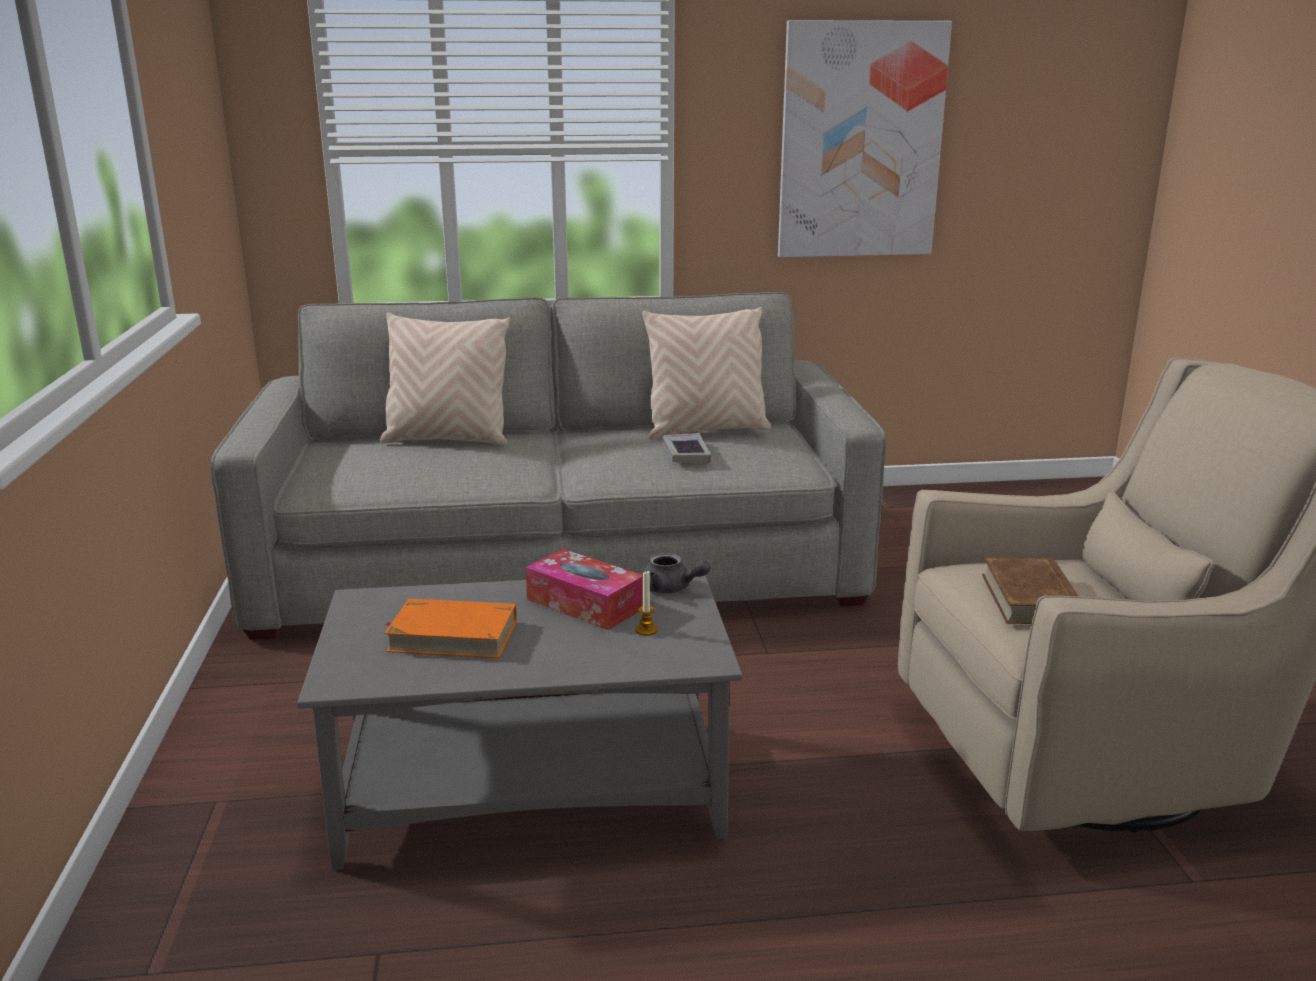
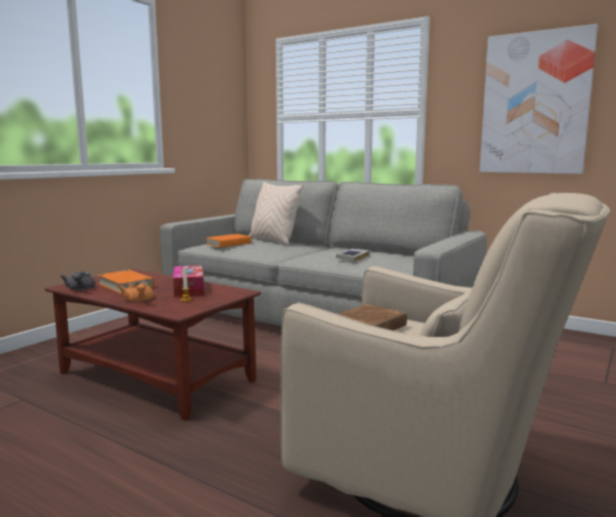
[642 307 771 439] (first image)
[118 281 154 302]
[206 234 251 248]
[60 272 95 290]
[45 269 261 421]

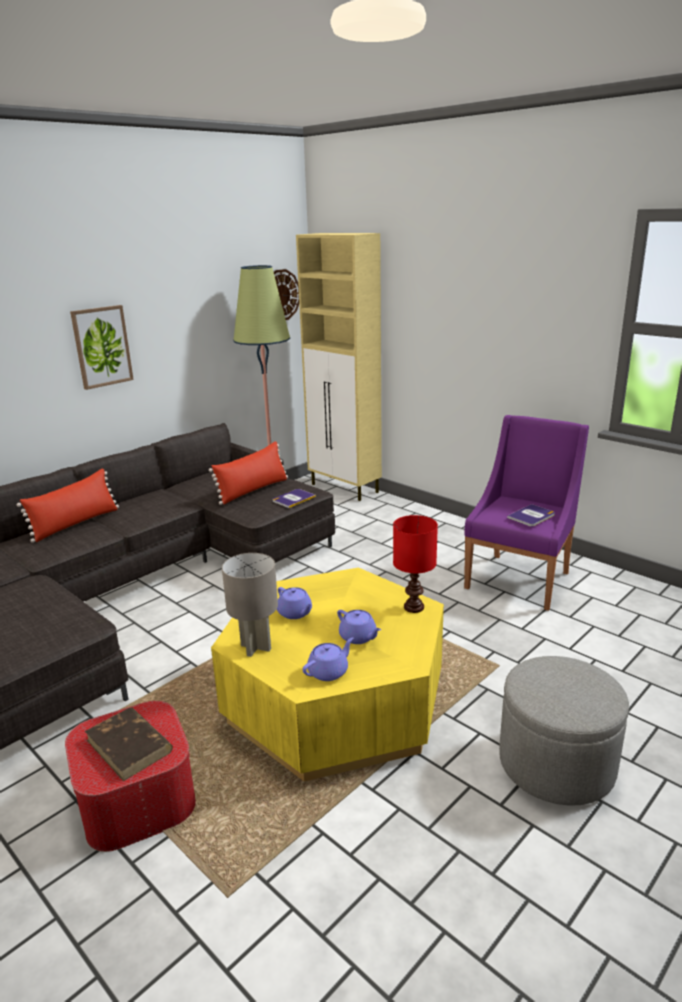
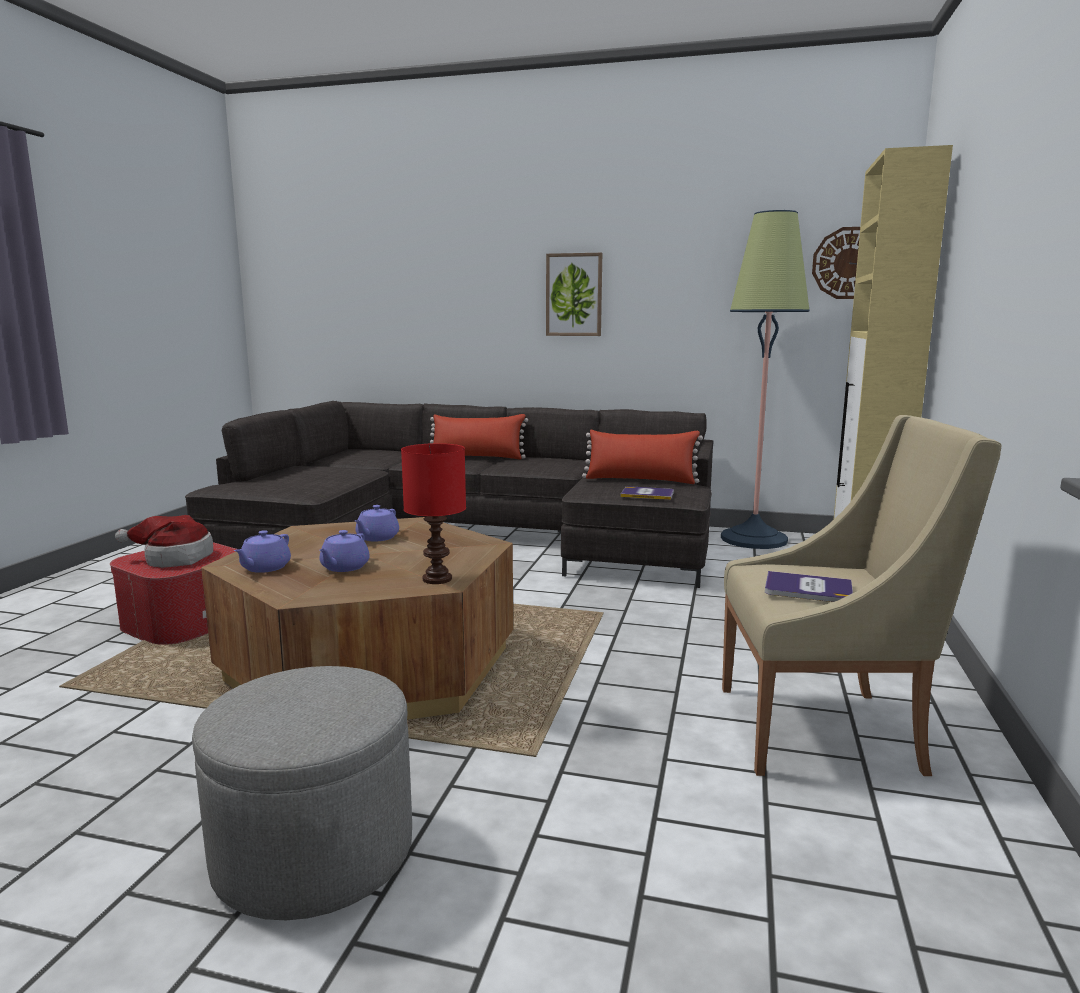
[222 553 278 657] (first image)
[115 515 213 568]
[201 517 513 720]
[722 415 1002 776]
[234 530 291 573]

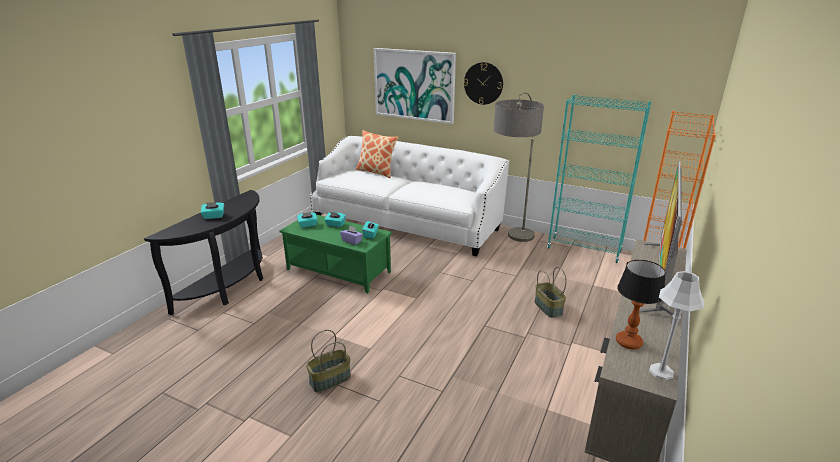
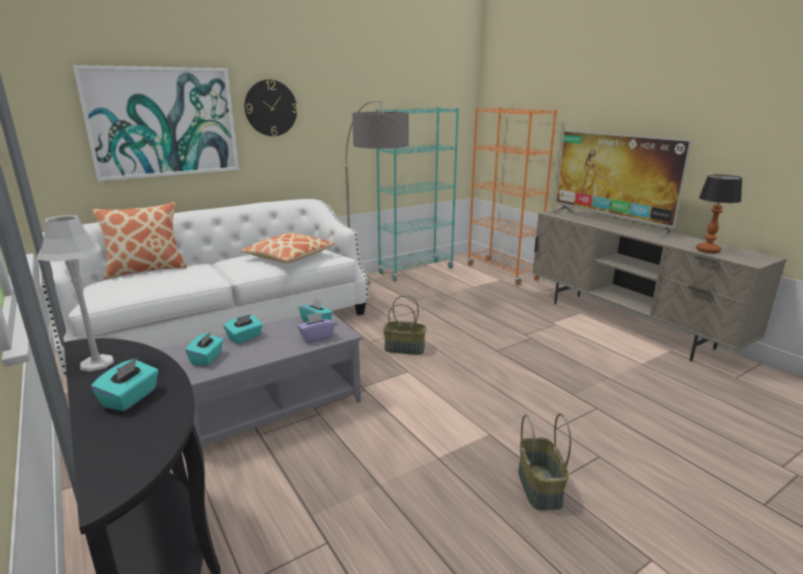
[241 233 335 263]
[383 295 426 355]
[37 215 114 372]
[163 314 362 451]

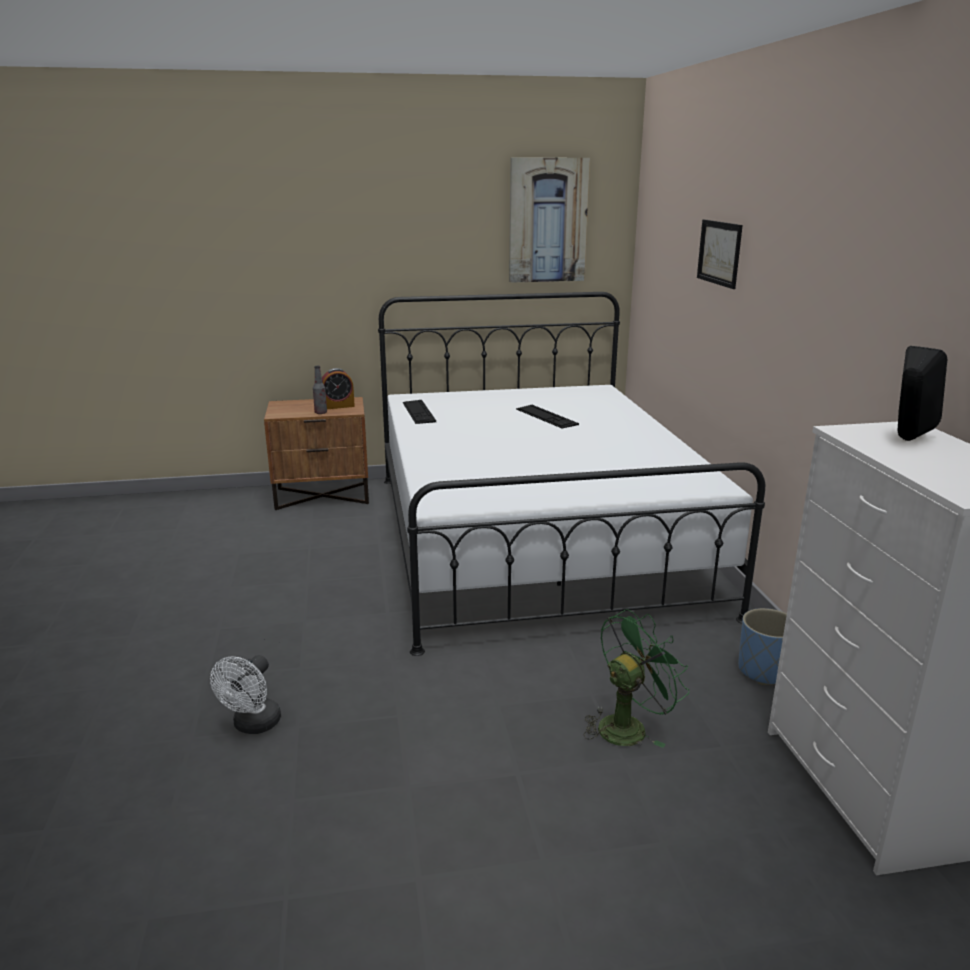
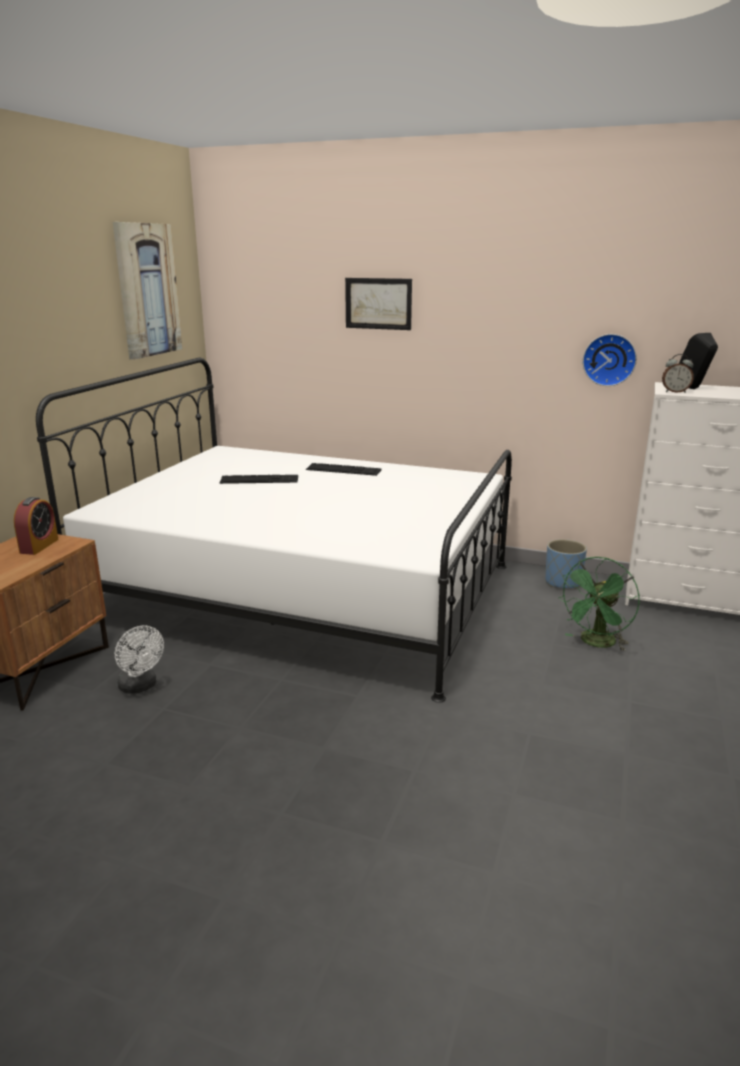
[313 366 327 414] (first image)
[582 334 637 386]
[662 354 694 393]
[115 625 164 694]
[306 463 382 476]
[559 557 640 651]

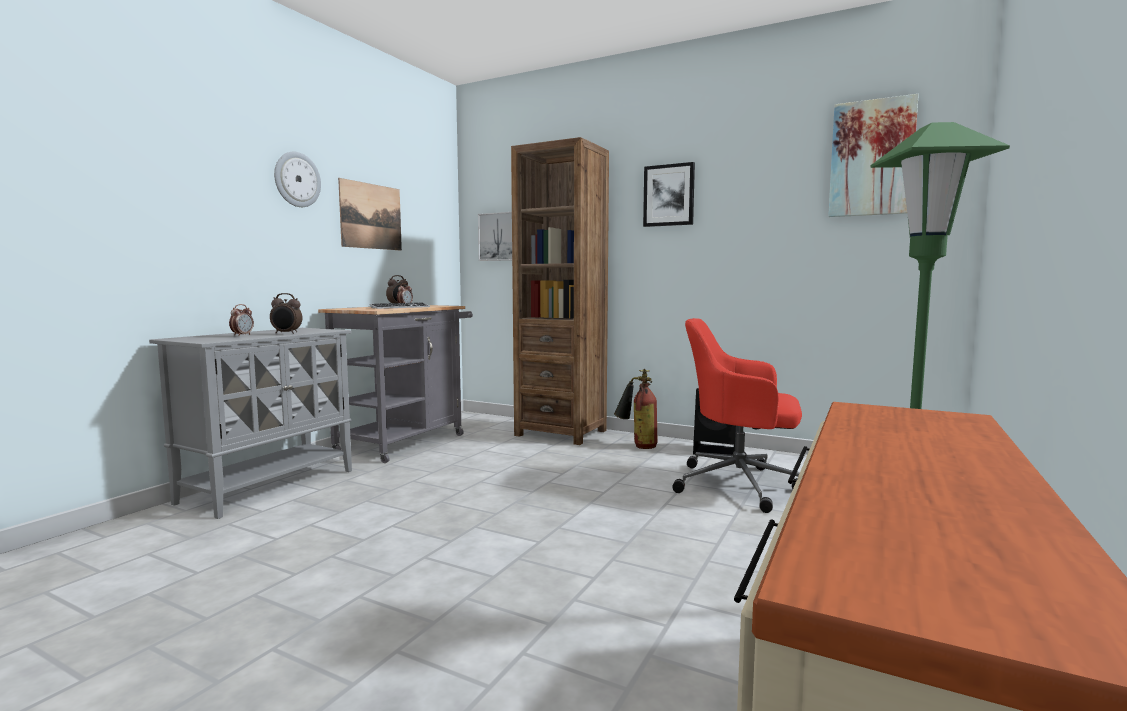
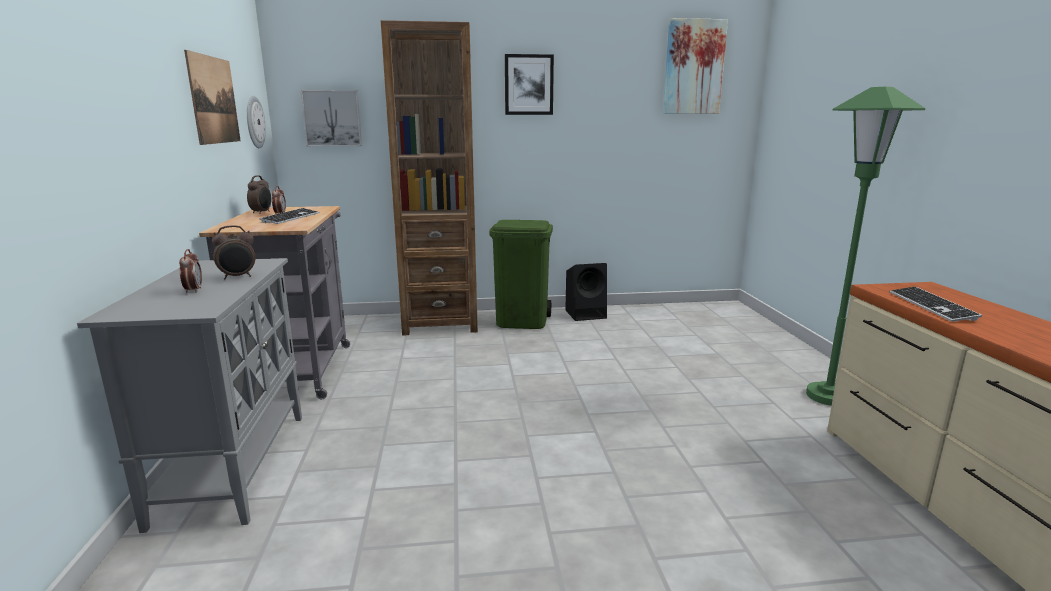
[672 318 802 513] (first image)
[890 287 982 322]
[247 96 266 148]
[489 220 553 329]

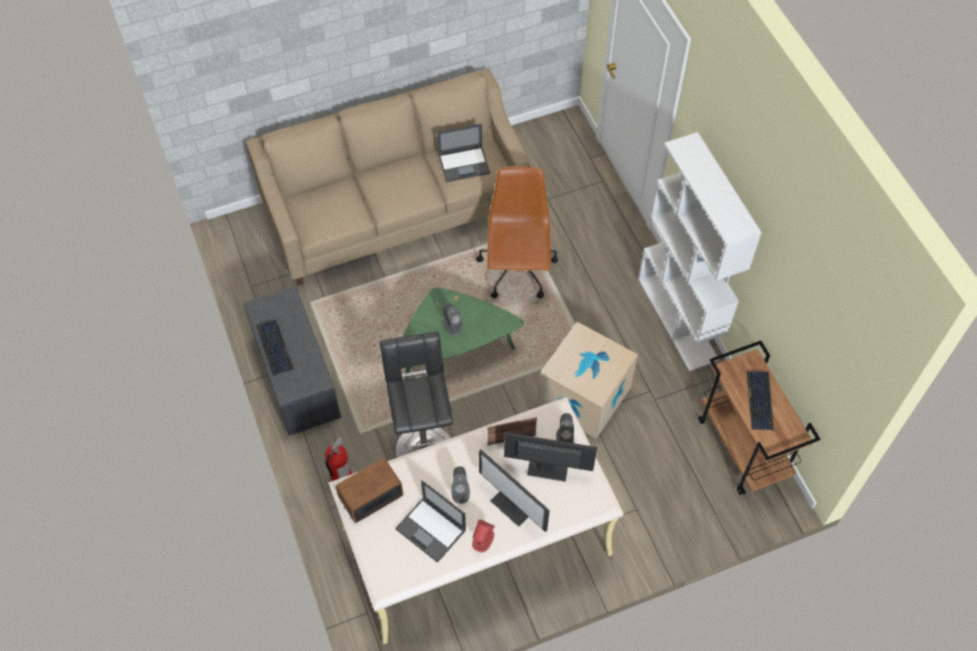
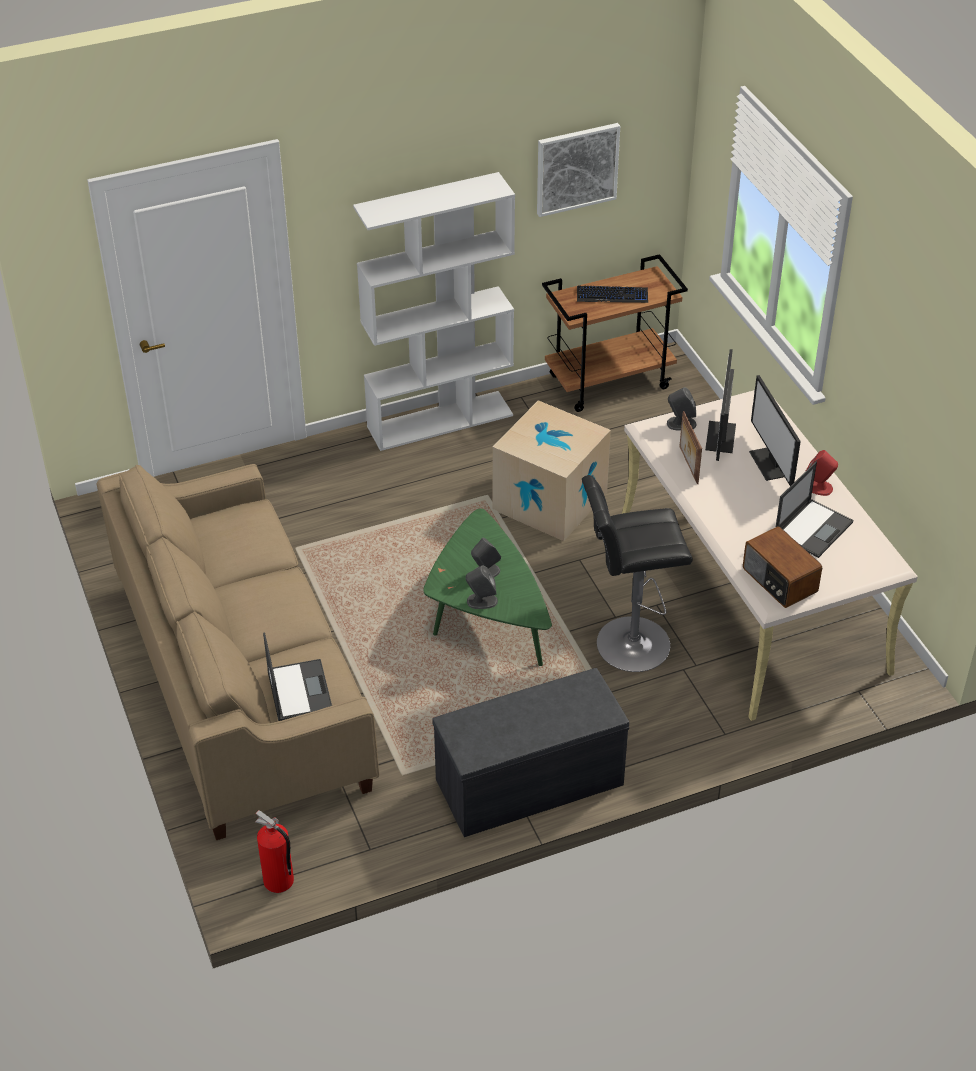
[257 320 294 376] (first image)
[476 166 559 298] (first image)
[537 123 620 217]
[255 810 294 893]
[263 632 332 721]
[465 565 498 609]
[749 375 801 486]

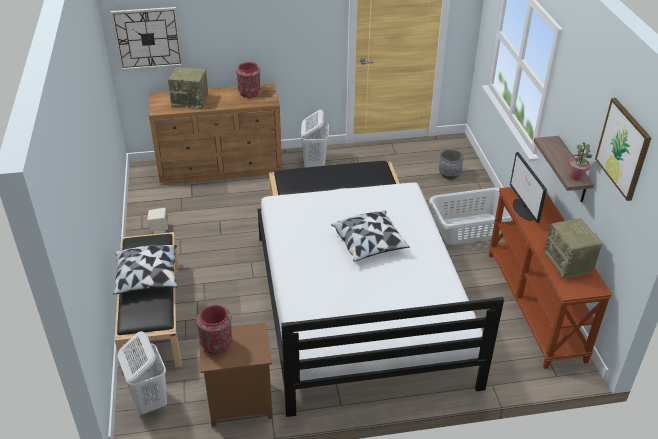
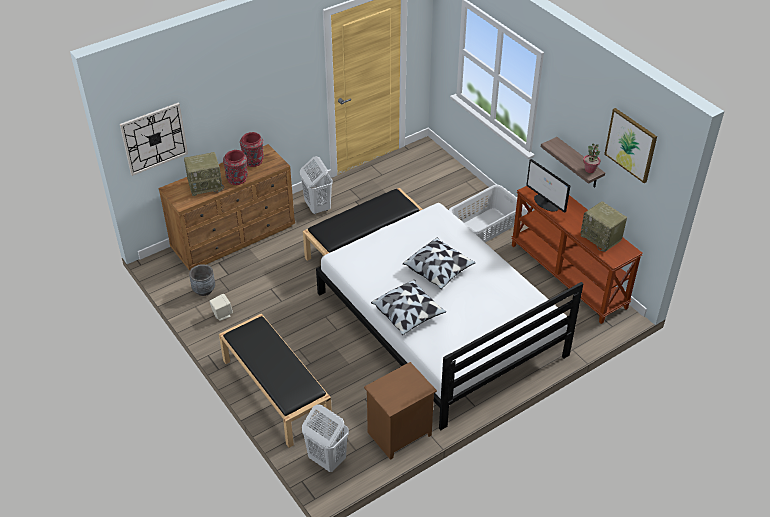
[371 280 446 335]
[223 150 248 185]
[189 264 215 296]

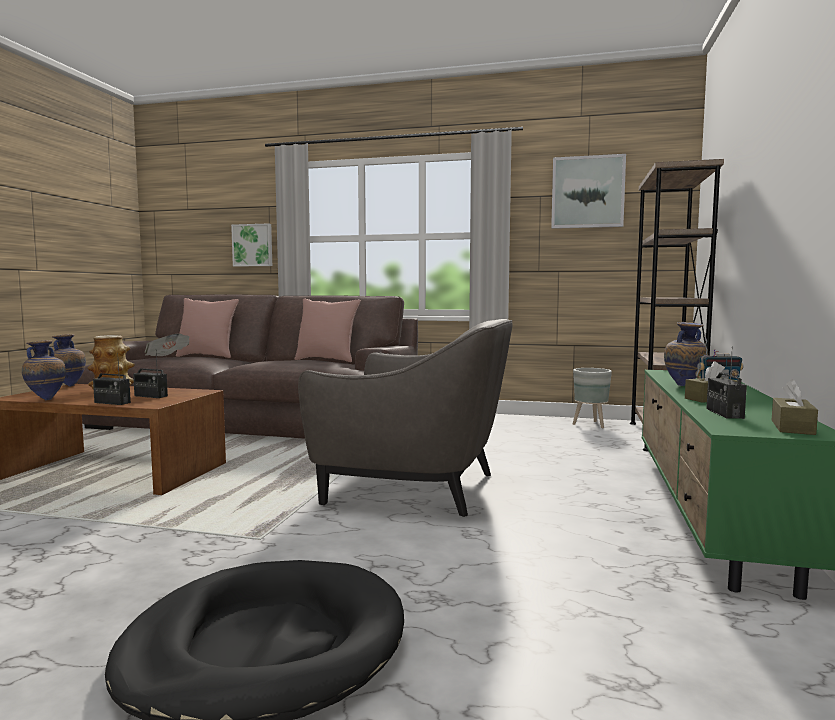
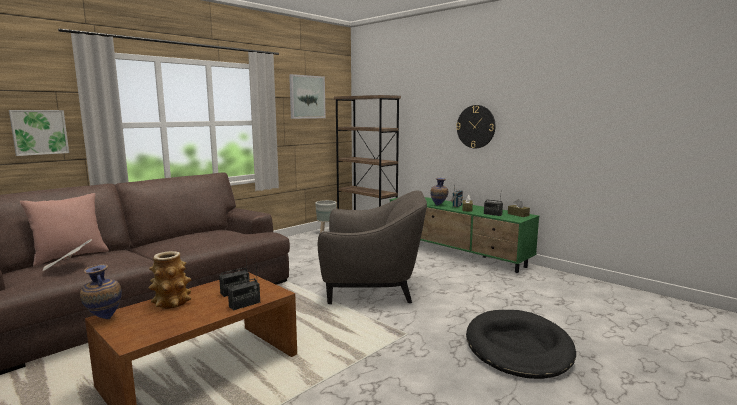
[22 340 66 401] (first image)
[294 299 361 362] (first image)
[456 105 496 148]
[318 190 427 304]

